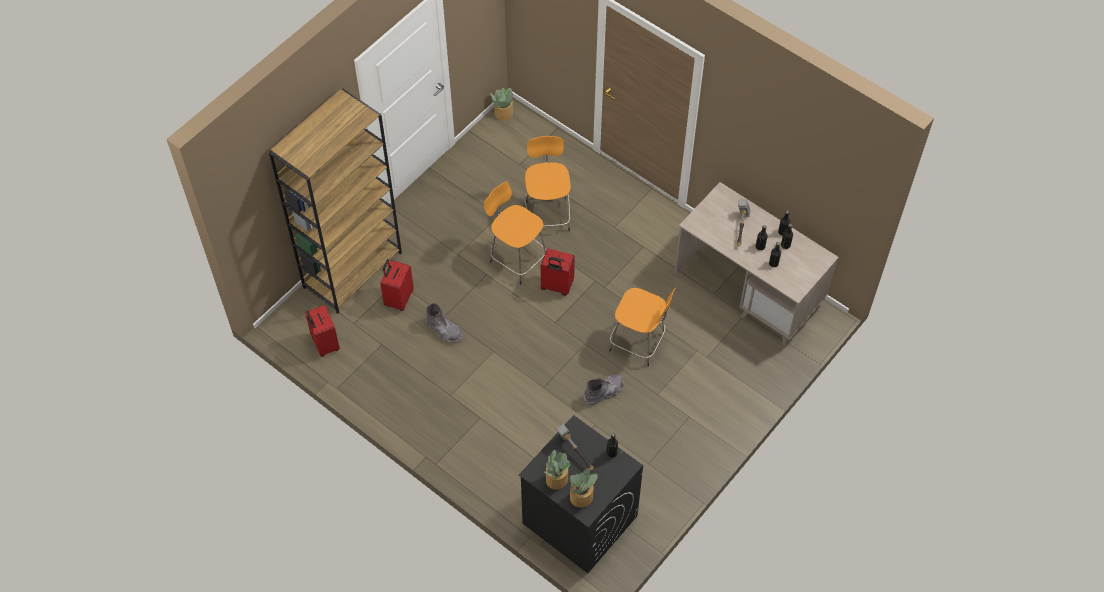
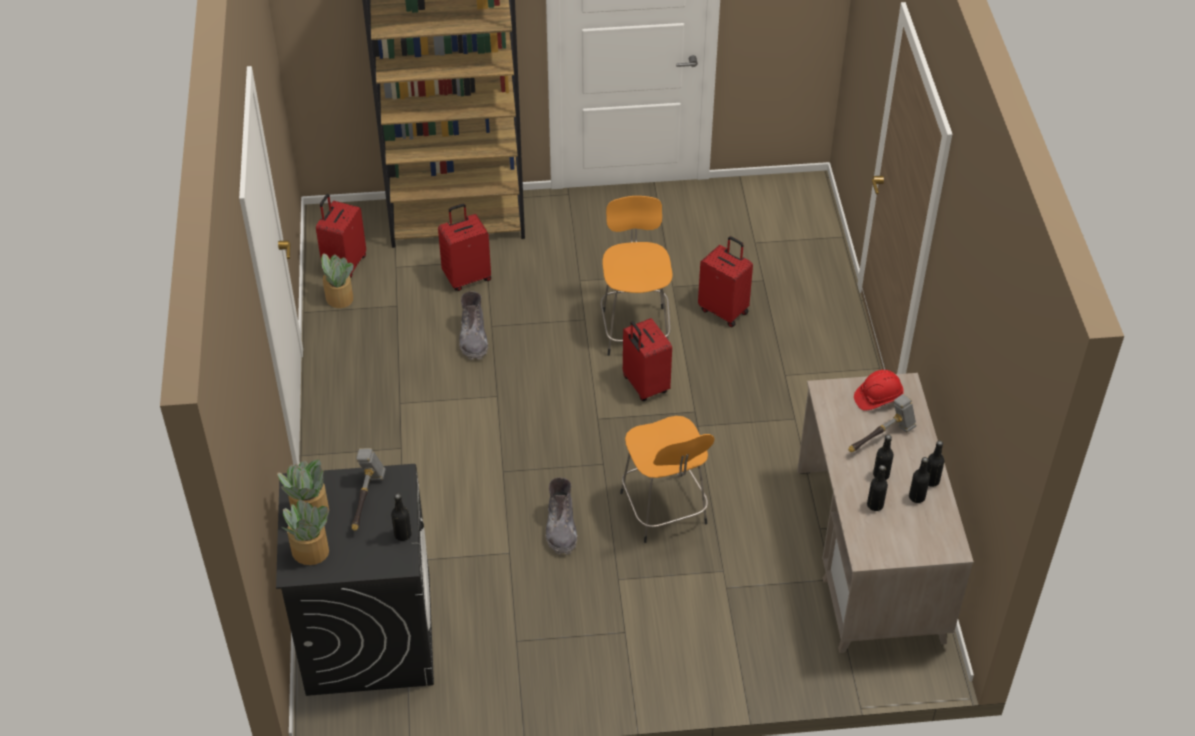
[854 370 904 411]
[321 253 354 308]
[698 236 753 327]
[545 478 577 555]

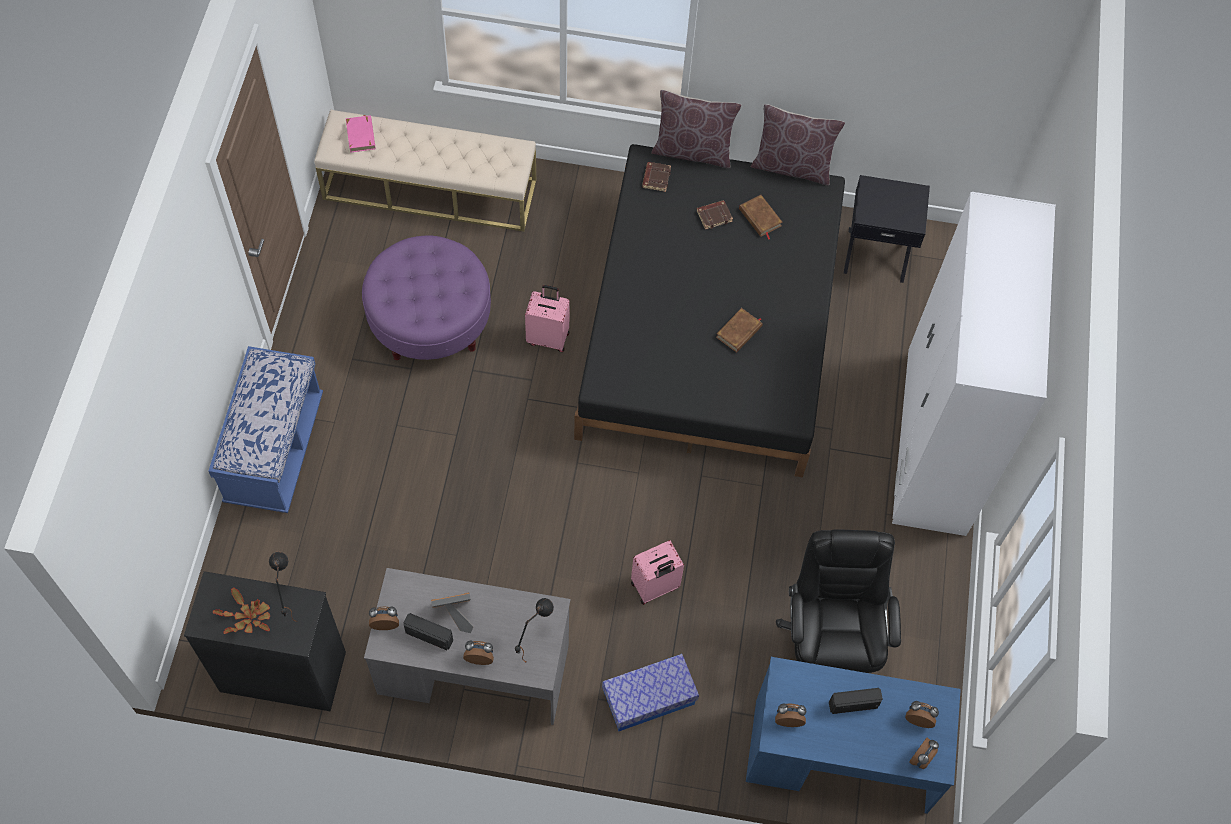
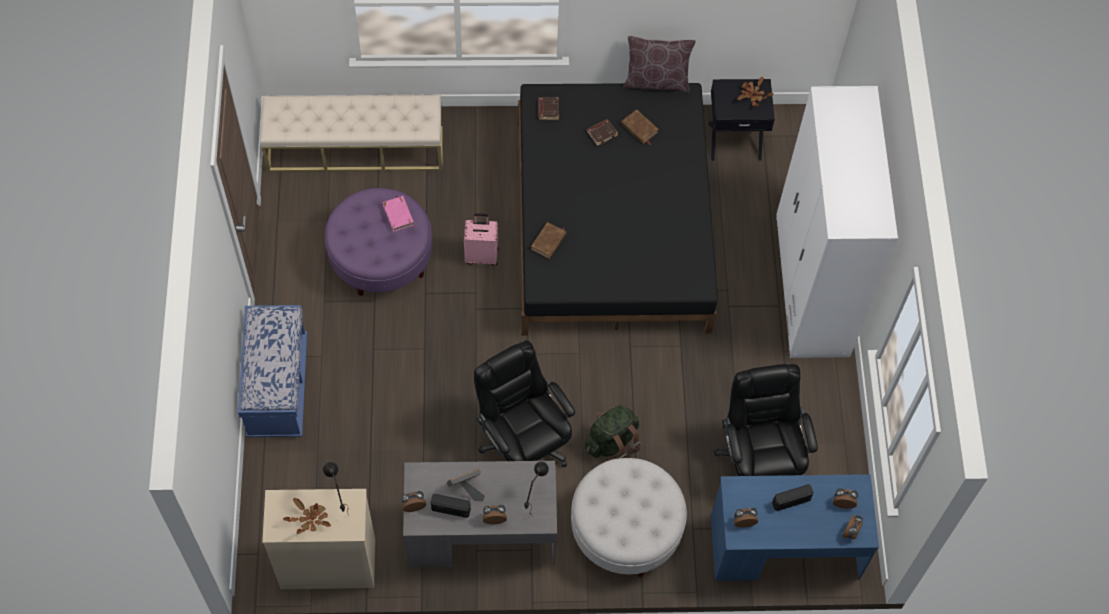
[651 90 741 168] (first image)
[474 340 575 467]
[737 77 774 107]
[383 196 414 232]
[531 222 567 259]
[571 458 687 577]
[584 405 641 460]
[262 489 375 589]

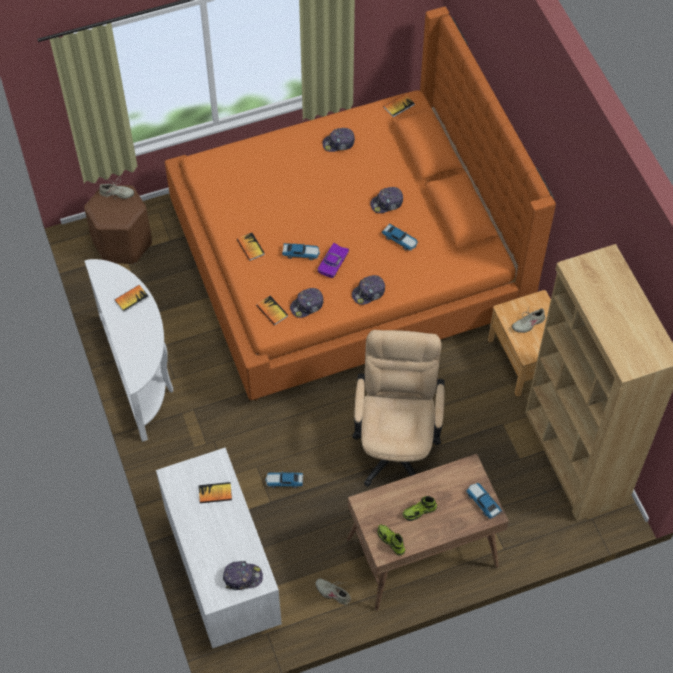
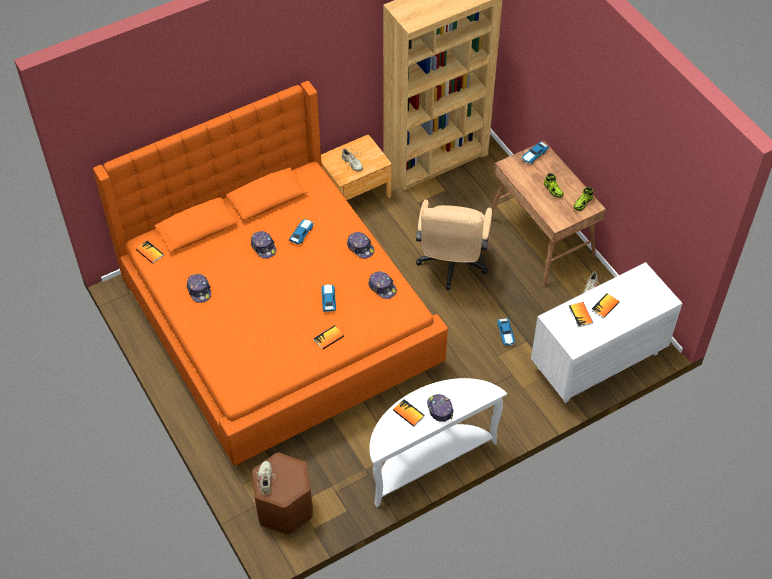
[317 243 349 278] (first image)
[427 394 454 422]
[591 293 619 318]
[416 199 492 290]

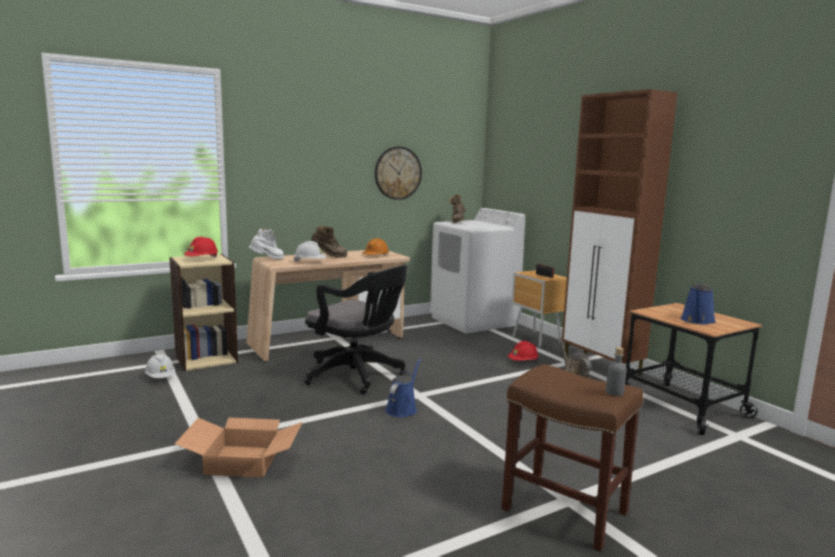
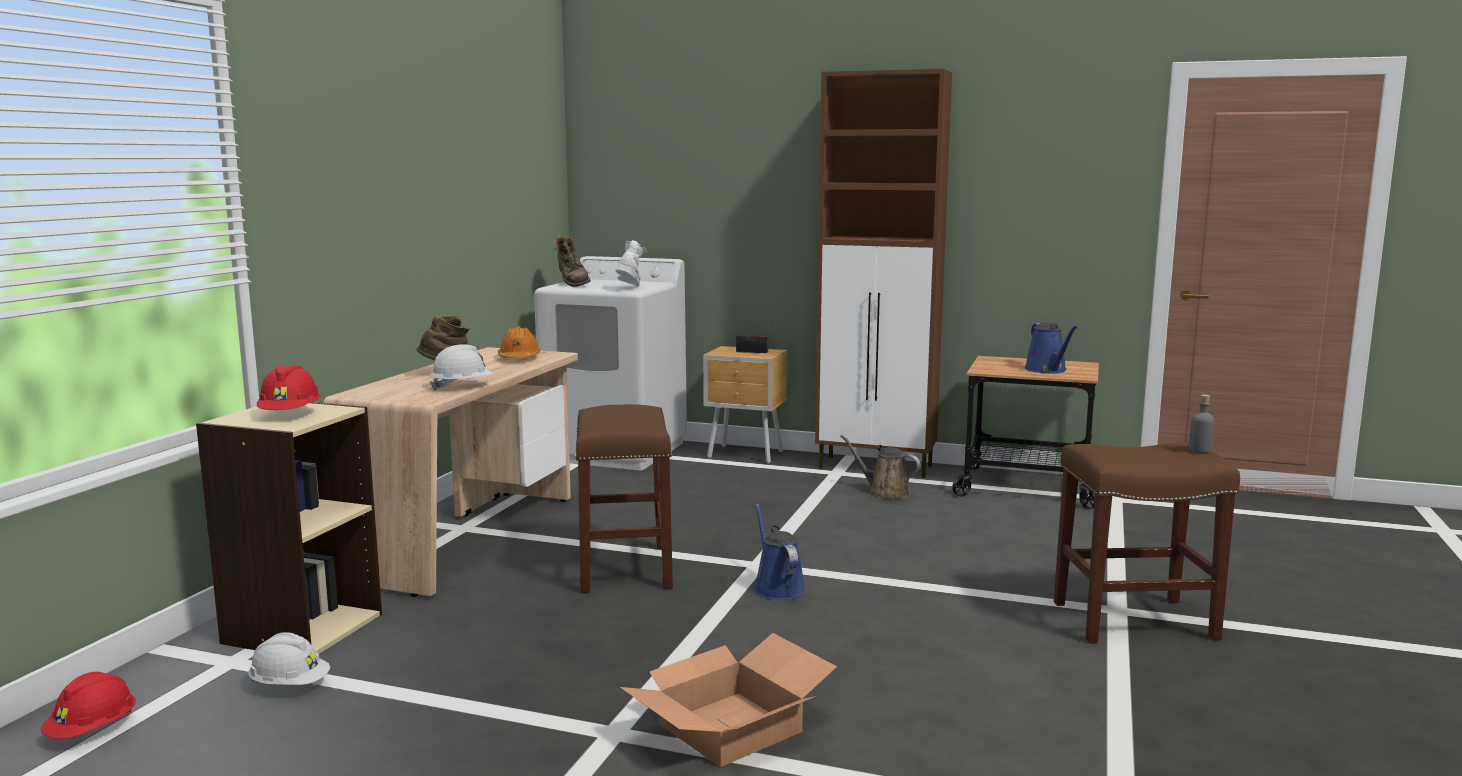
[375 147 422 200] (first image)
[616 240 648 287]
[41 672 136 739]
[575 404 673 593]

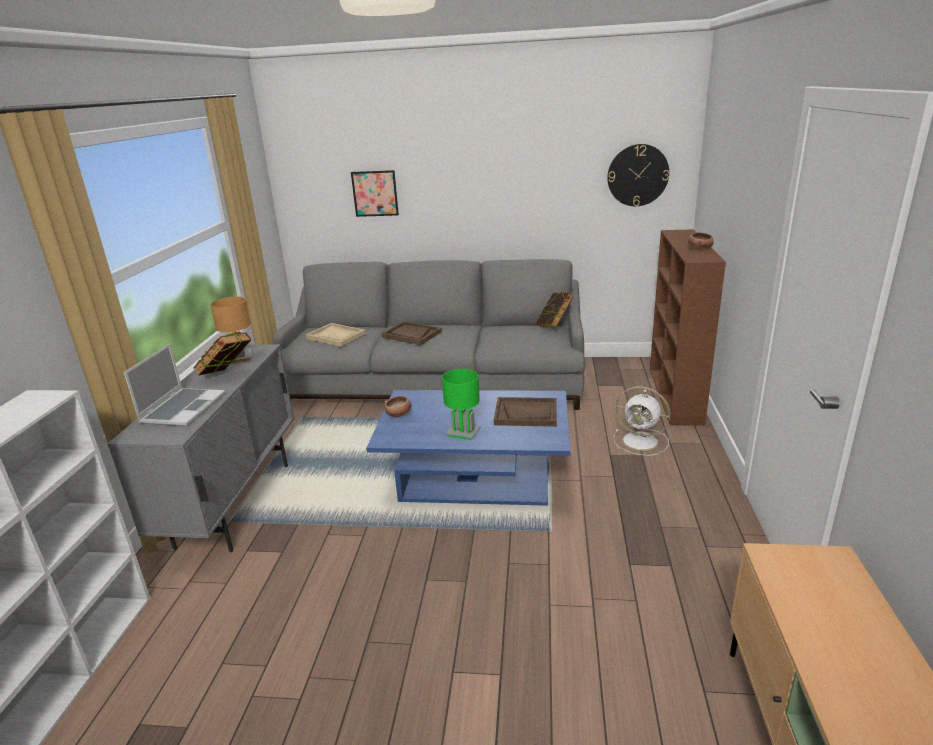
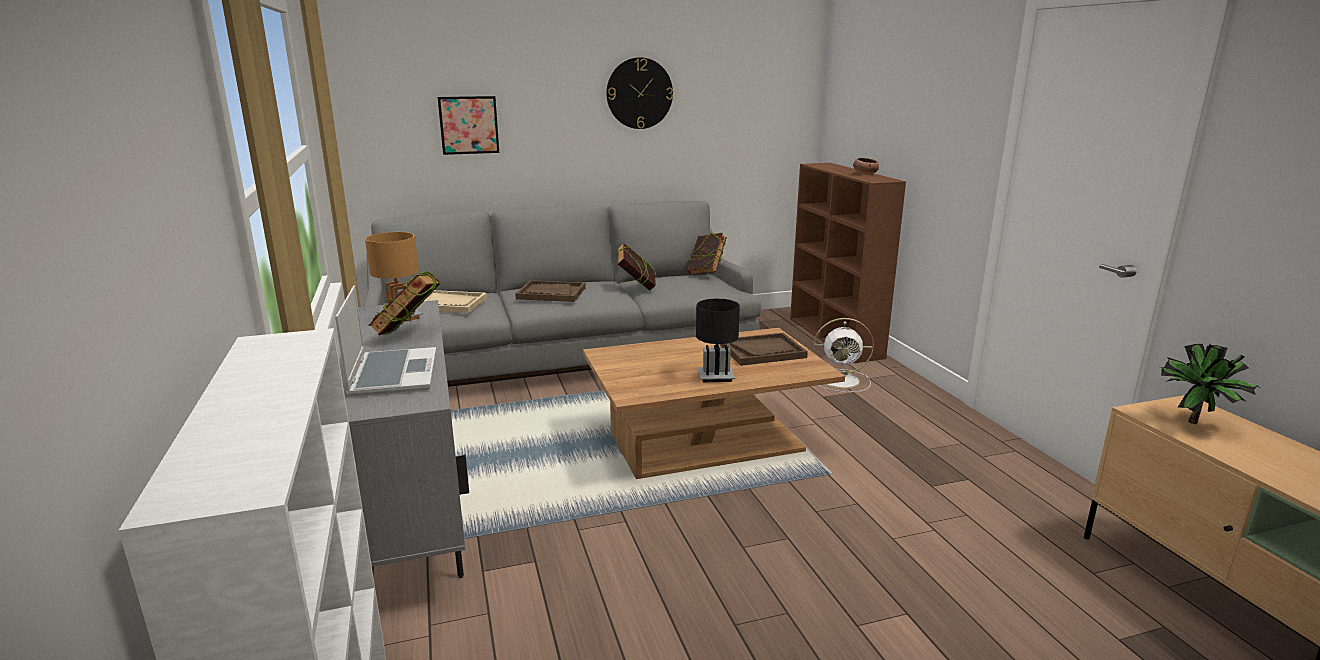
[385 396 411 417] (first image)
[616 243 656 291]
[1160 344 1259 424]
[607 57 673 129]
[583 328 845 479]
[696 298 740 382]

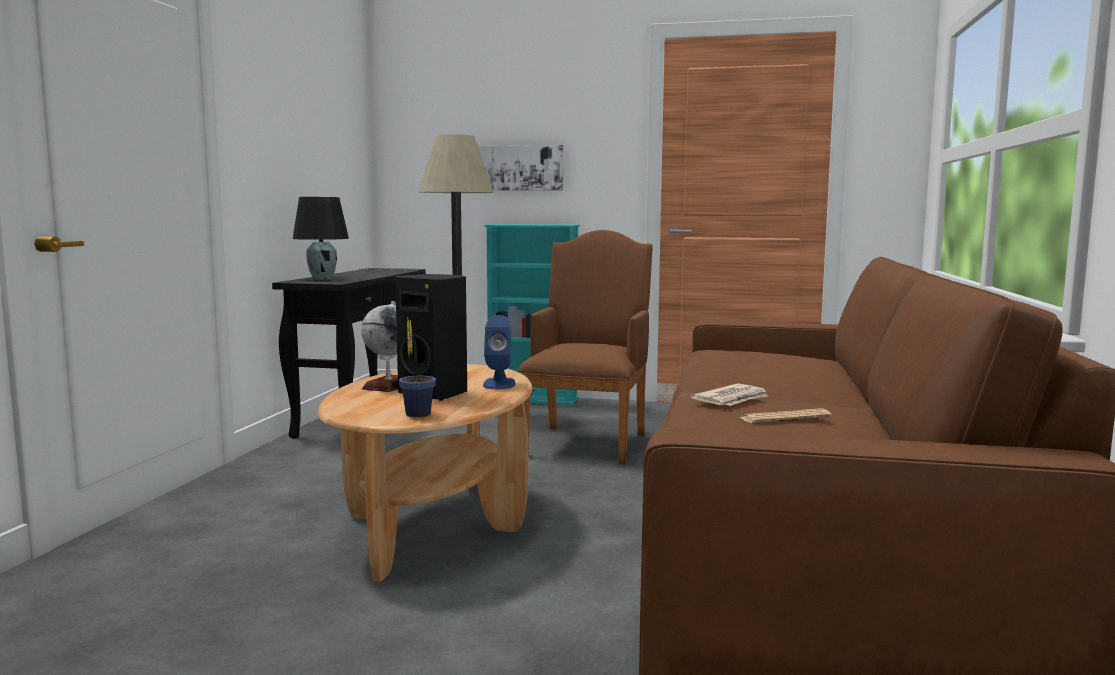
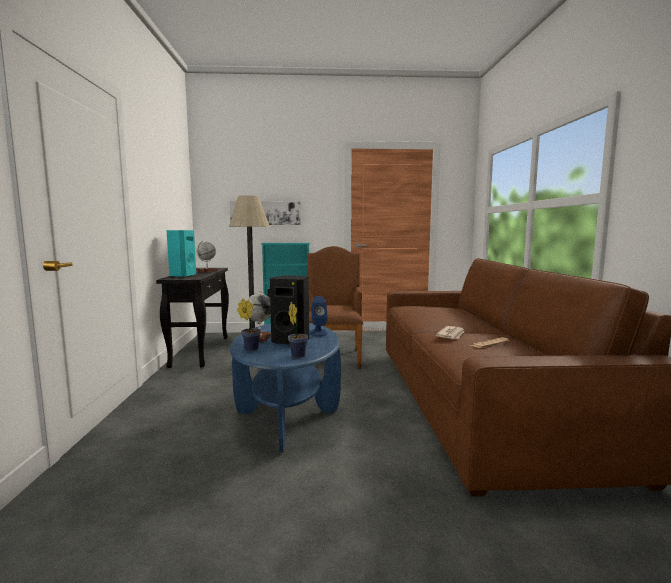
[197 241 218 272]
[237 299 261 351]
[166 230 196 278]
[230 323 341 452]

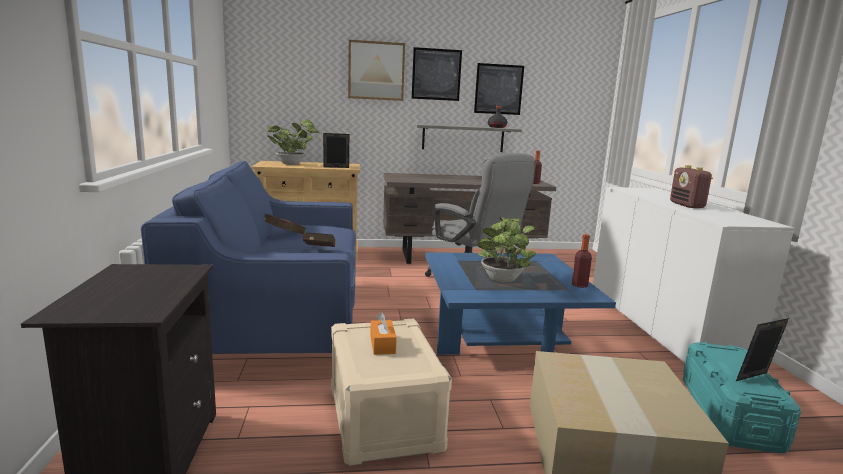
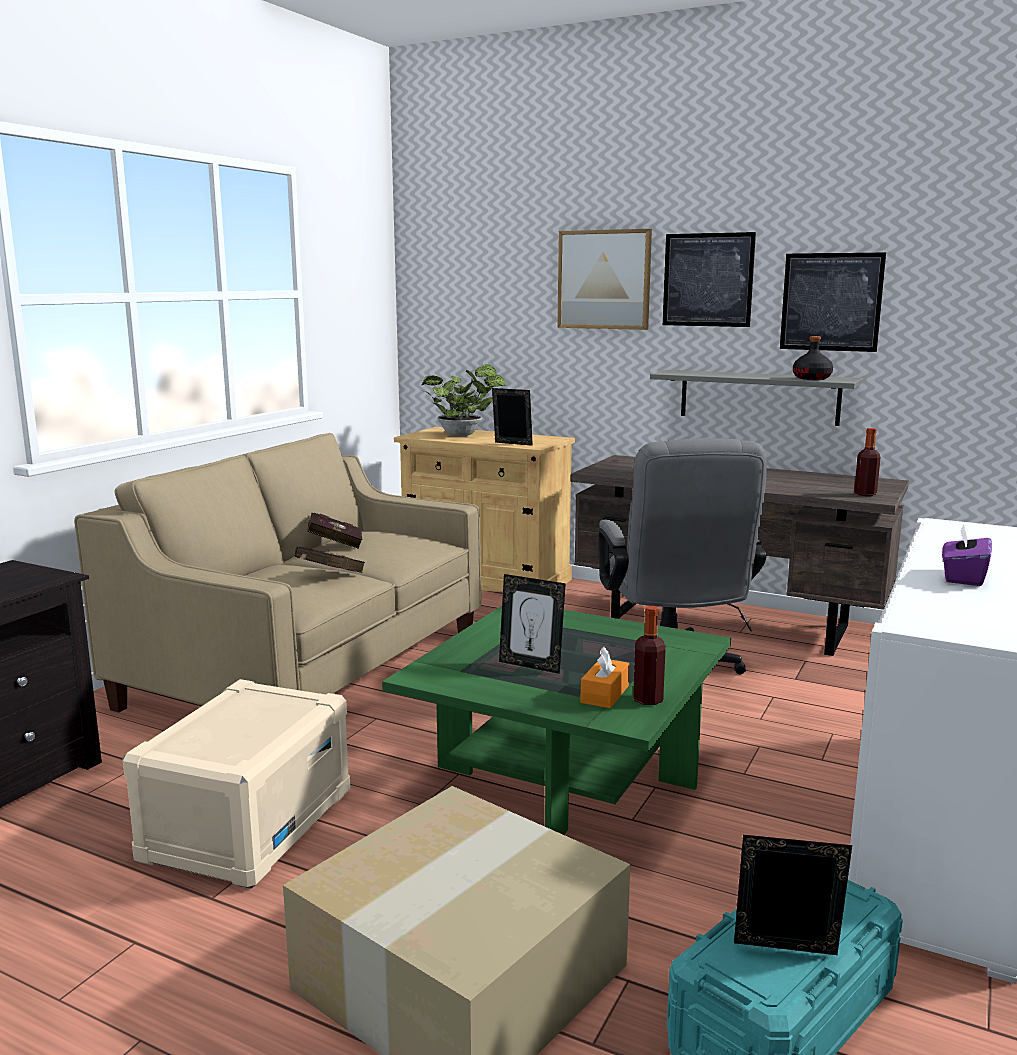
[580 647 630 708]
[499 574 566 674]
[942 524 992 586]
[74 433 481 713]
[382 606 731 835]

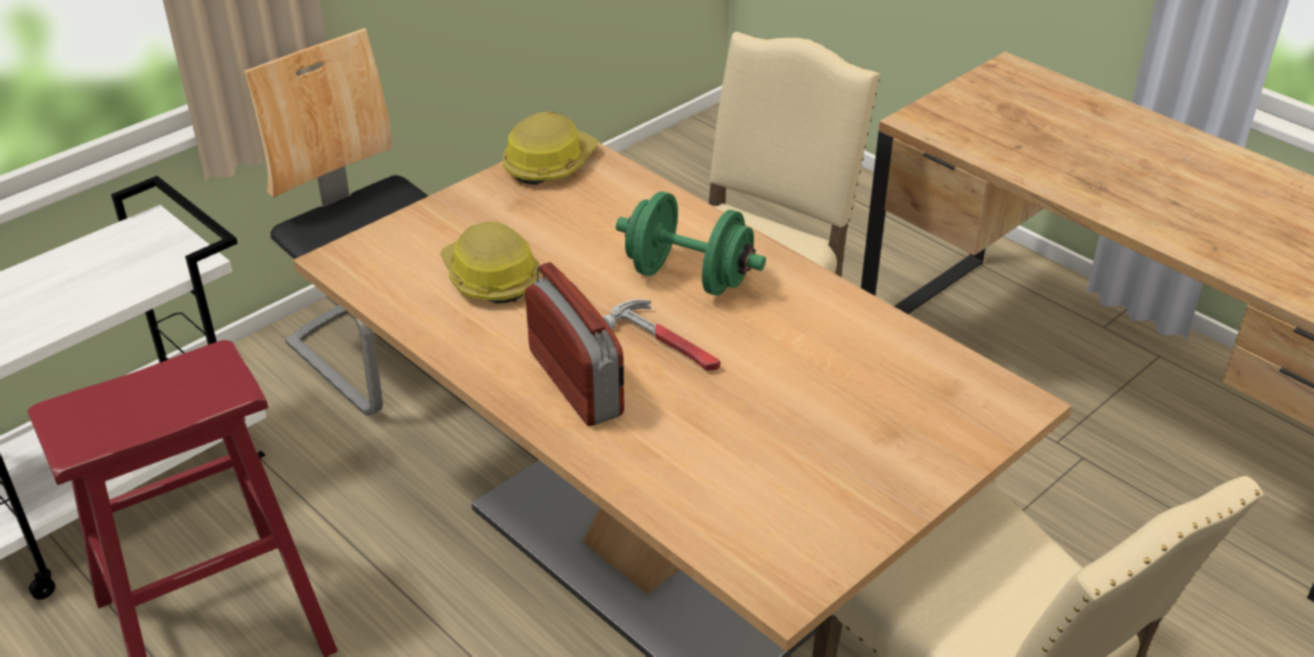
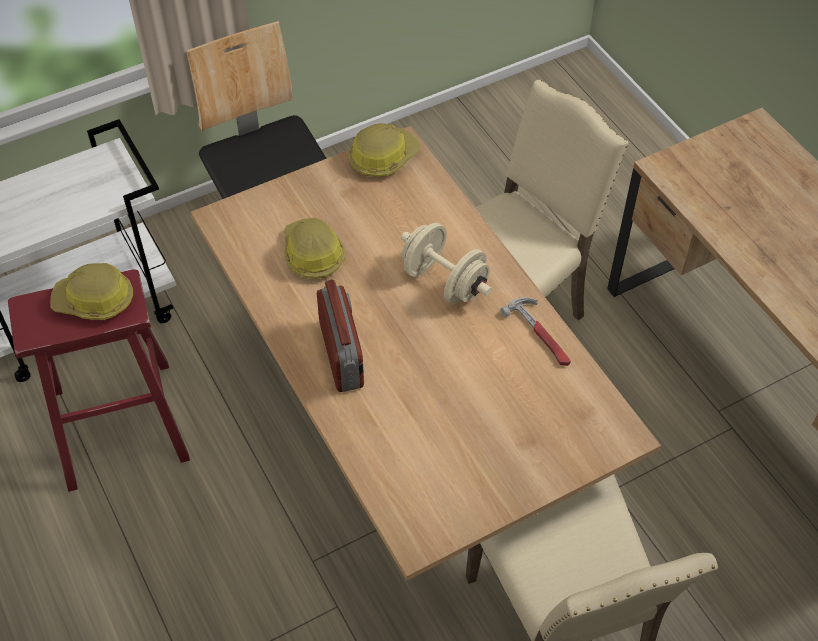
[51 263 133 320]
[500 297 571 366]
[401 223 492 304]

